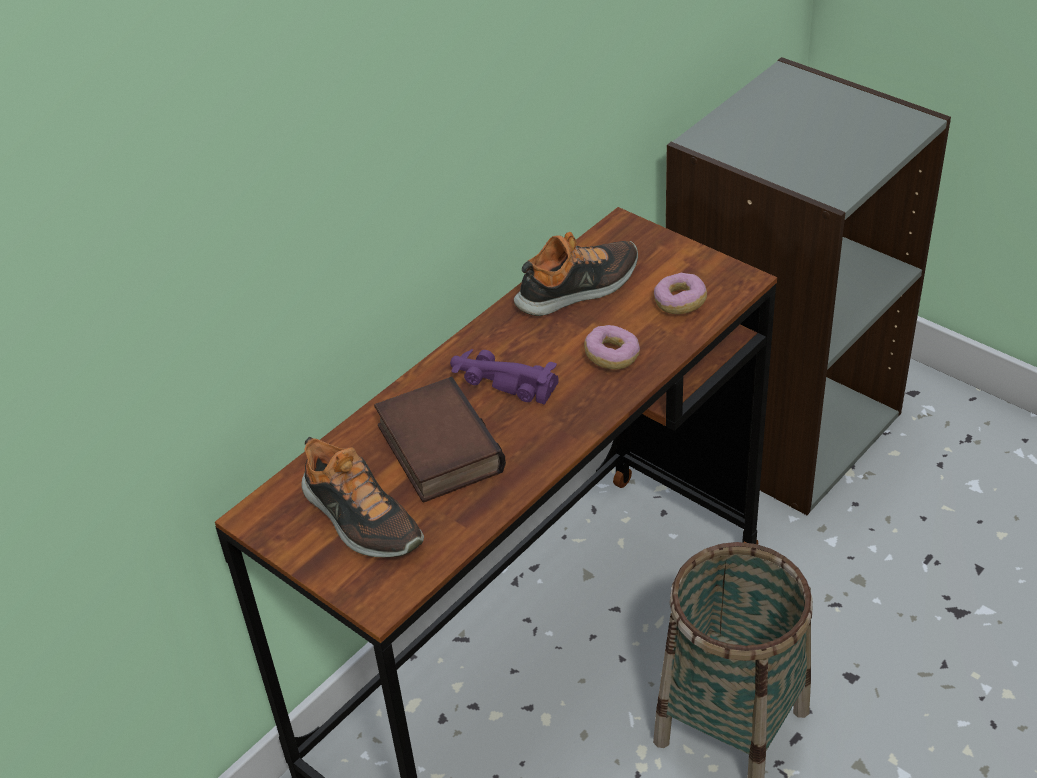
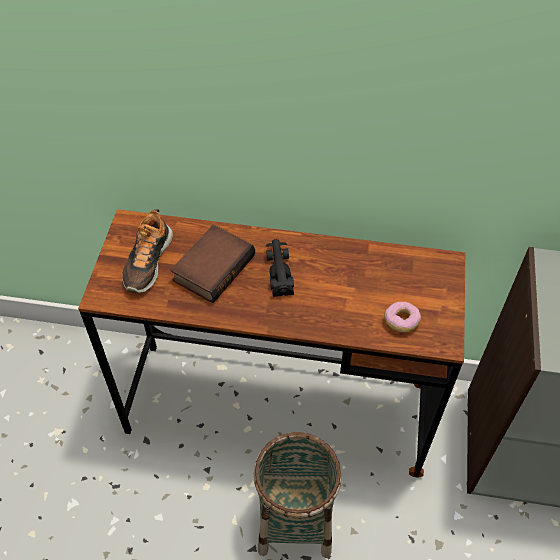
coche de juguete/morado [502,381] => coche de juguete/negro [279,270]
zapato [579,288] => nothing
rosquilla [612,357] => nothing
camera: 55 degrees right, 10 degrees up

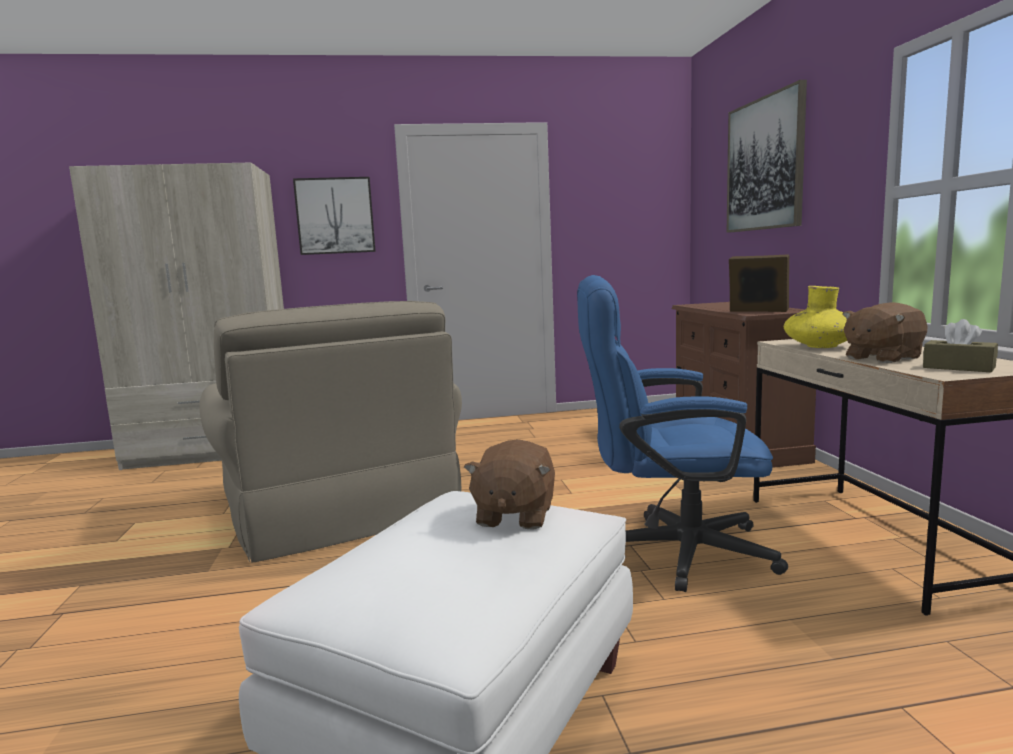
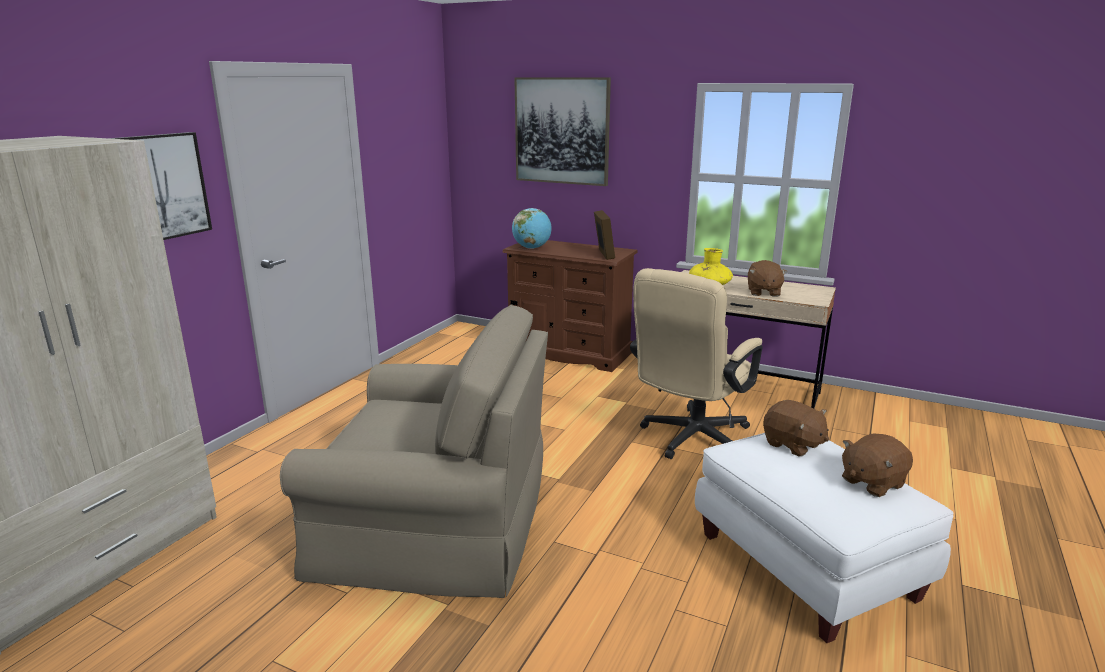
nothing => globo terráqueo [532,248]
portarretratos [757,311] => portarretratos [603,255], 105 degrees clockwise
silla de oficina/azul [670,551] => silla de oficina/beis [690,440]
nothing => peluche/marrón [871,482]
caja de pañuelos/marrón [958,367] => nothing
camera: 55 degrees left, 10 degrees up

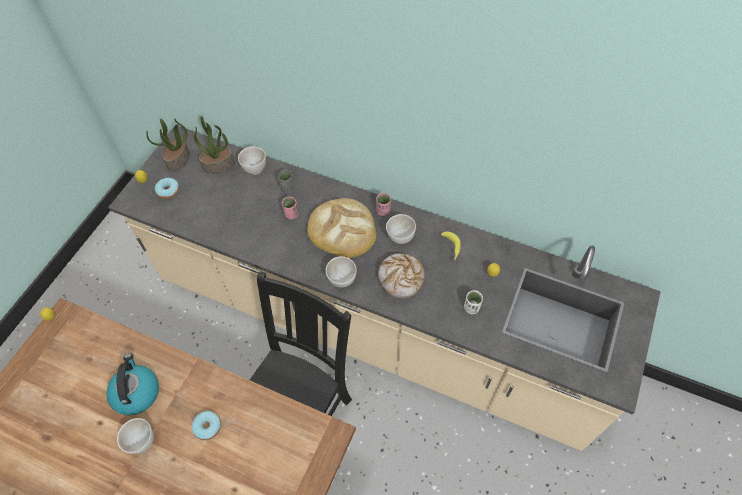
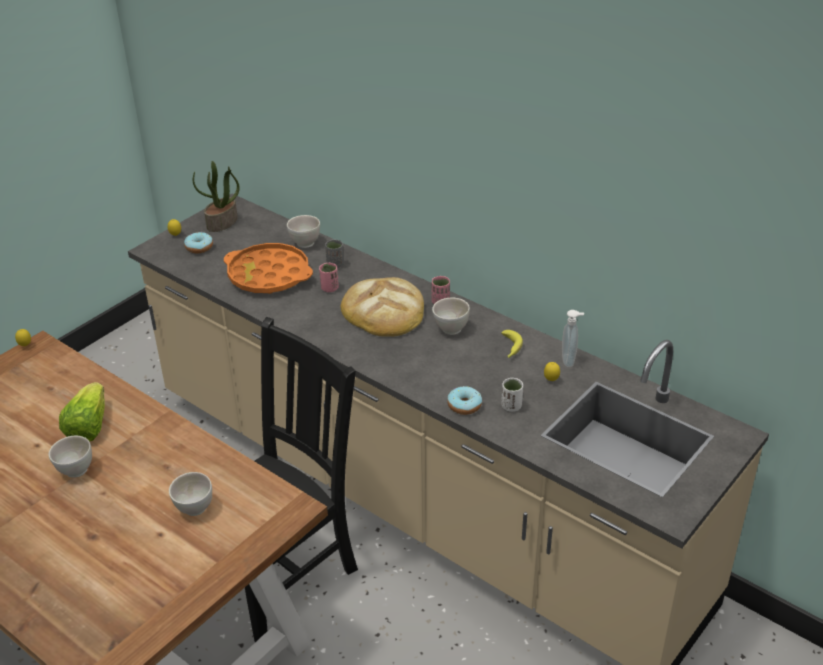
hervidor [136,392] => lechuga [88,426]
cuenco/blanco [342,280] => cuenco/blanco [194,508], relocated
nothing => bandeja/naranja [269,275]
rosquilla [207,427] => rosquilla [464,405], relocated
nothing => dispensador de jabón [569,360]
planta en maceta [219,165] => nothing
pan [401,279] => nothing
camera: 15 degrees right, 20 degrees down

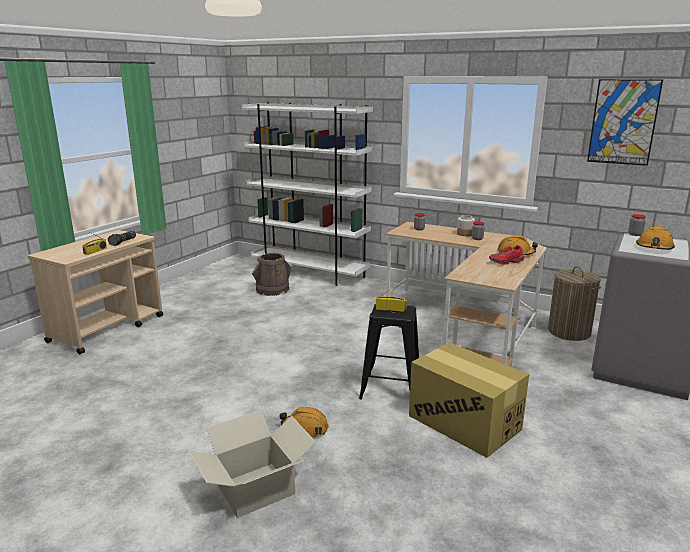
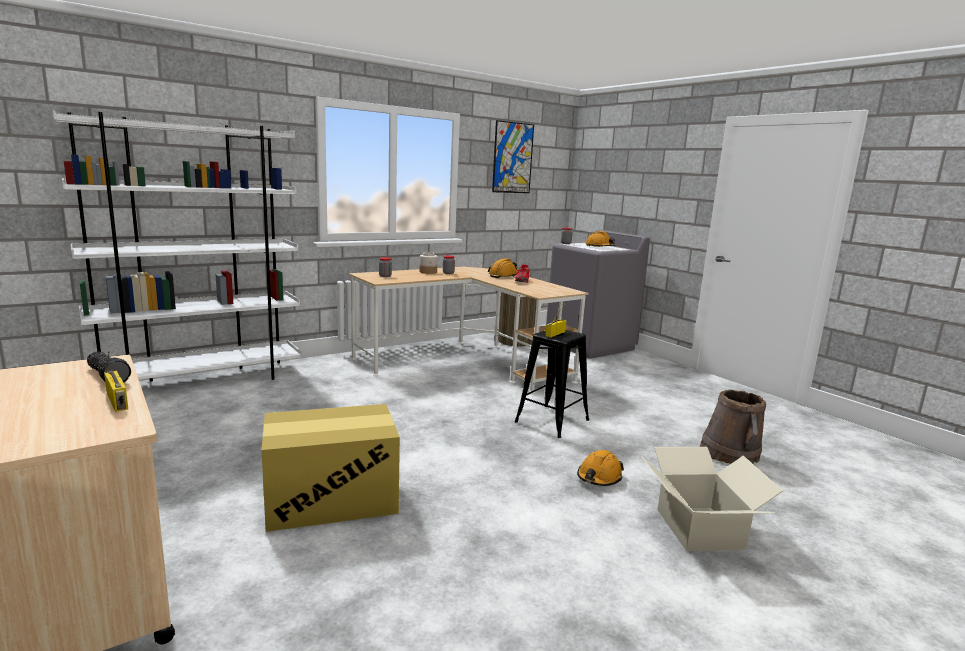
caja de cartón [464,422] => caja de cartón [331,499], relocated
cubo/marrón [272,290] => cubo/marrón [729,453], relocated
camera: 65 degrees left, 5 degrees down

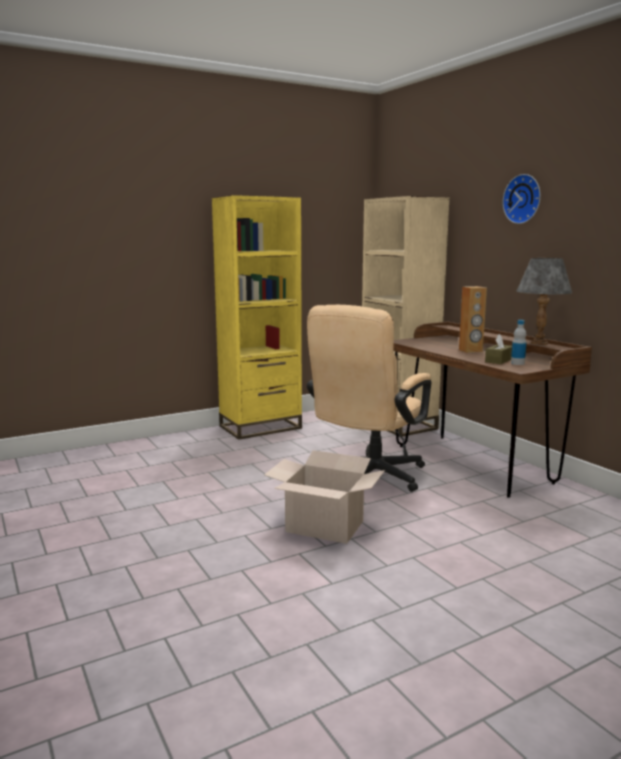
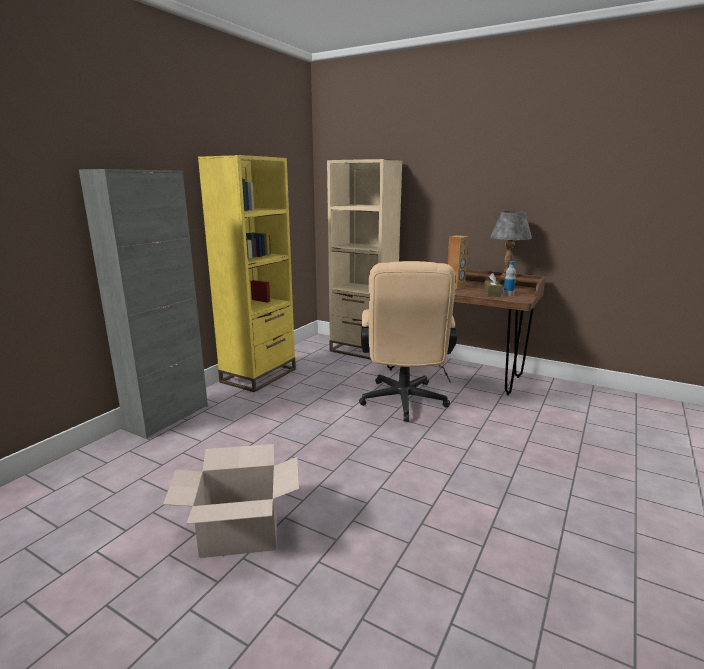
nothing => armario/gris [168,417]
caja de cartón [325,526] => caja de cartón [240,532], relocated
reloj de pared [523,199] => nothing
camera: 30 degrees left, 5 degrees up

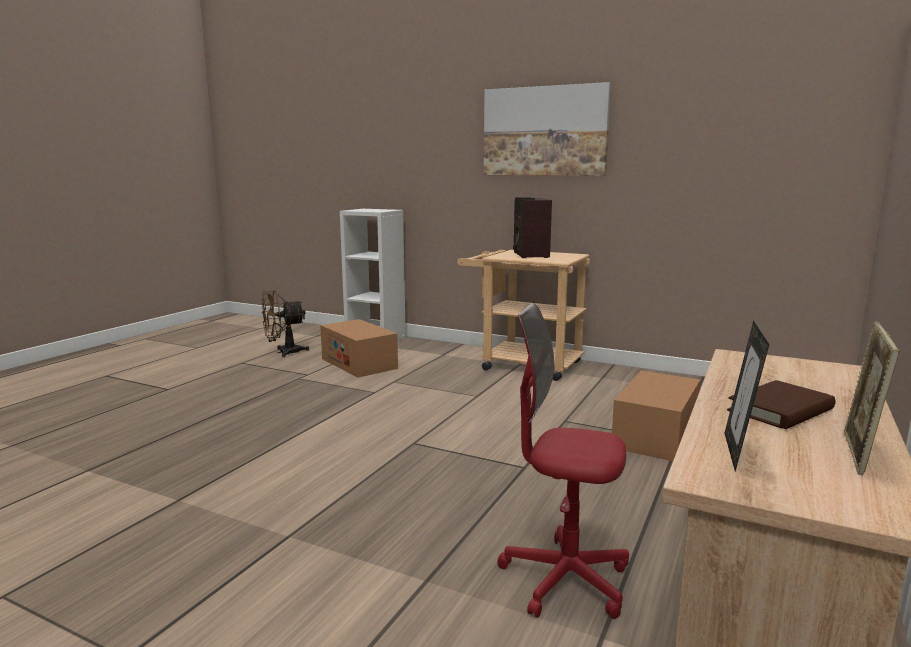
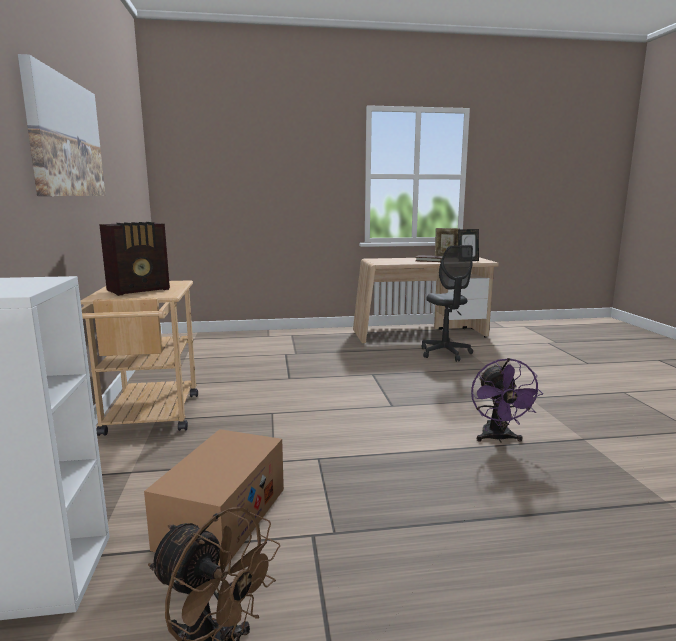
silla de oficina/rojo [564,580] => silla de oficina/gris [445,353]
nothing => ventilador/morado [498,439]
caja de cartón [655,435] => nothing
camera: 125 degrees left, 0 degrees up

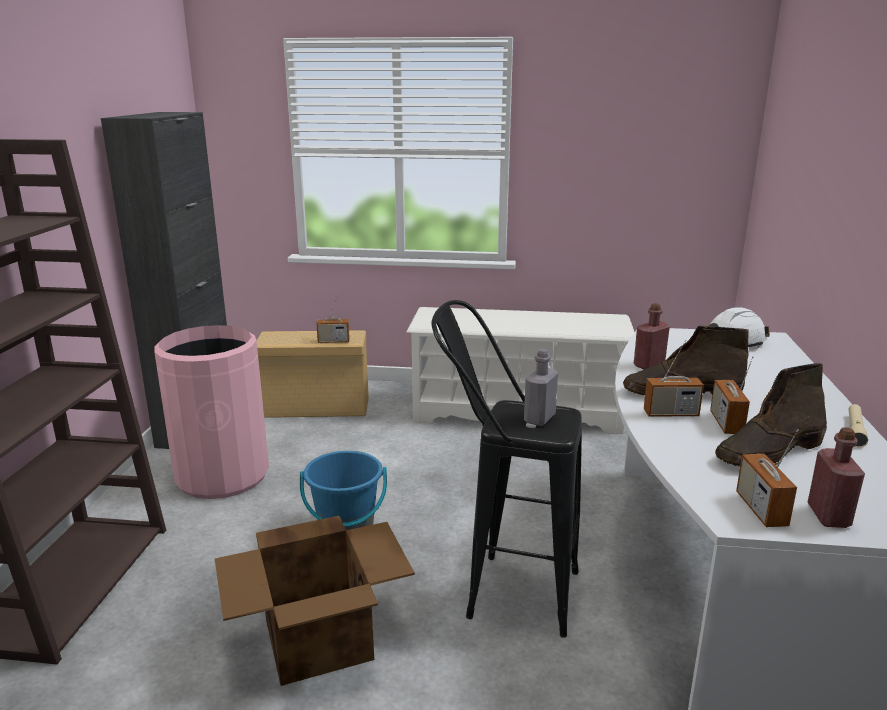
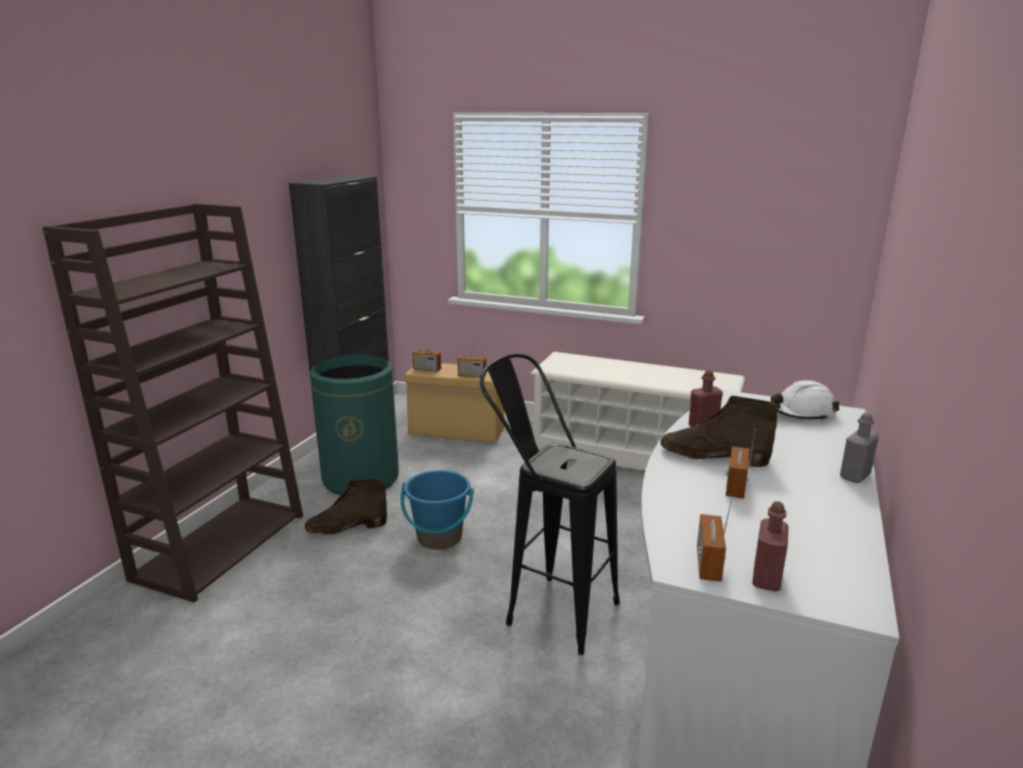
bota/marrón [769,452] => bota/marrón [346,527], relocated
papelera/rosa [222,475] => papelera/verde [361,478]
radio [671,414] => radio [427,369], relocated
botella/gris [539,418] => botella/gris [855,476], relocated
caja de cartón [320,639] => nothing
linterna/beis [855,430] => nothing
camera: 15 degrees right, 0 degrees up

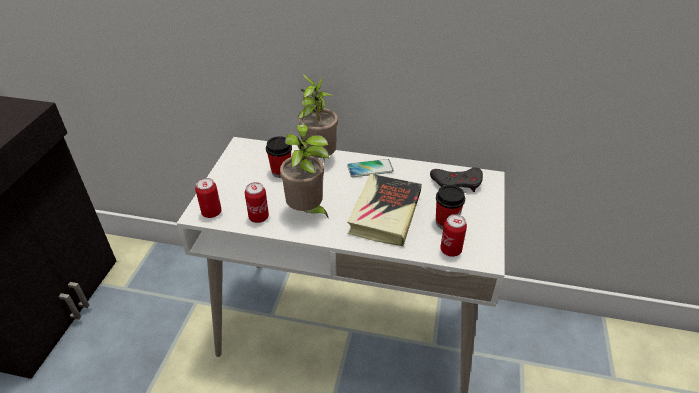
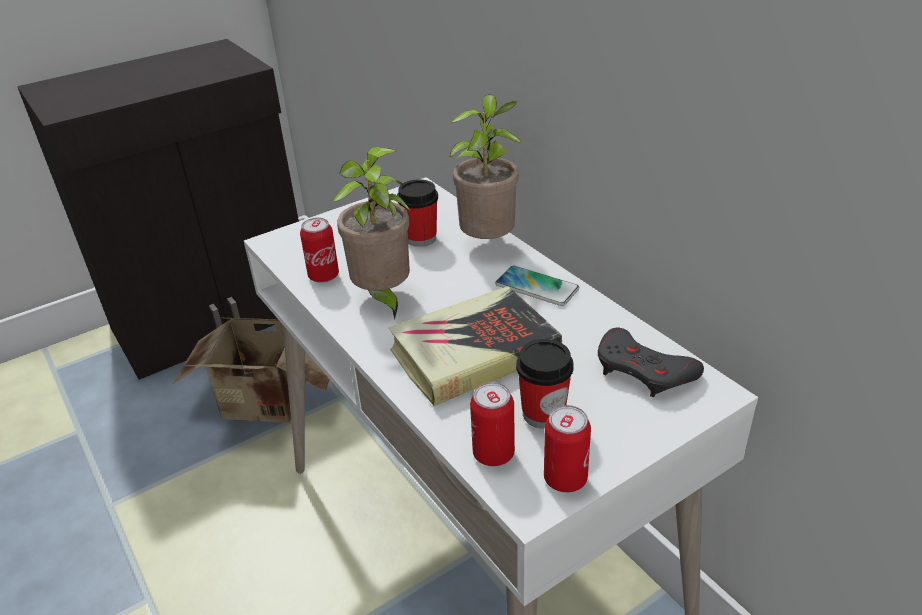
nothing => caja de cartón [267,405]
lata [211,212] => lata [565,479], relocated
camera: 45 degrees right, 5 degrees down

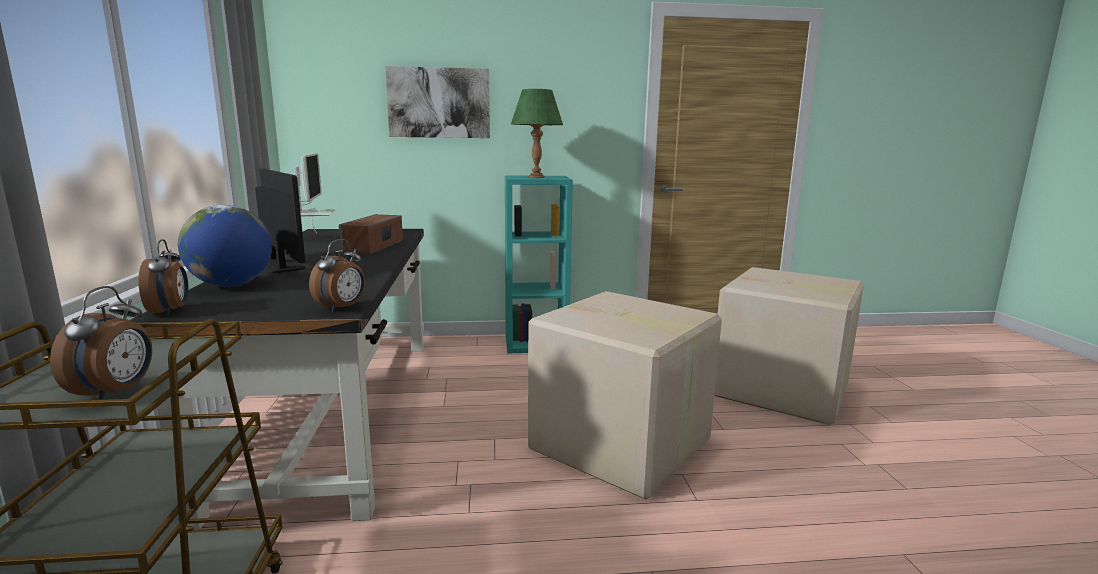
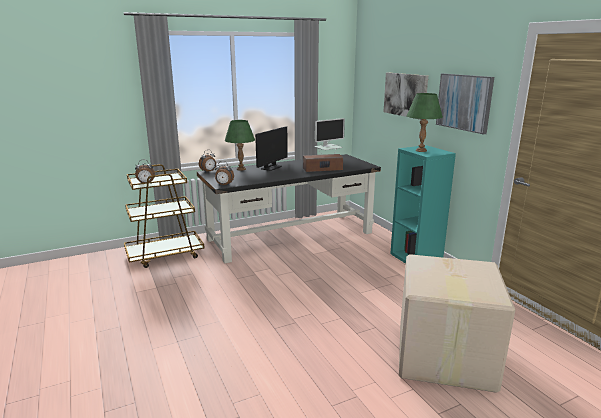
globo terráqueo [231,285] => lámpara de mesa/verde [241,169]
nothing => cuadro [464,102]
caja de cartón [621,446] => nothing
camera: 70 degrees right, 5 degrees up

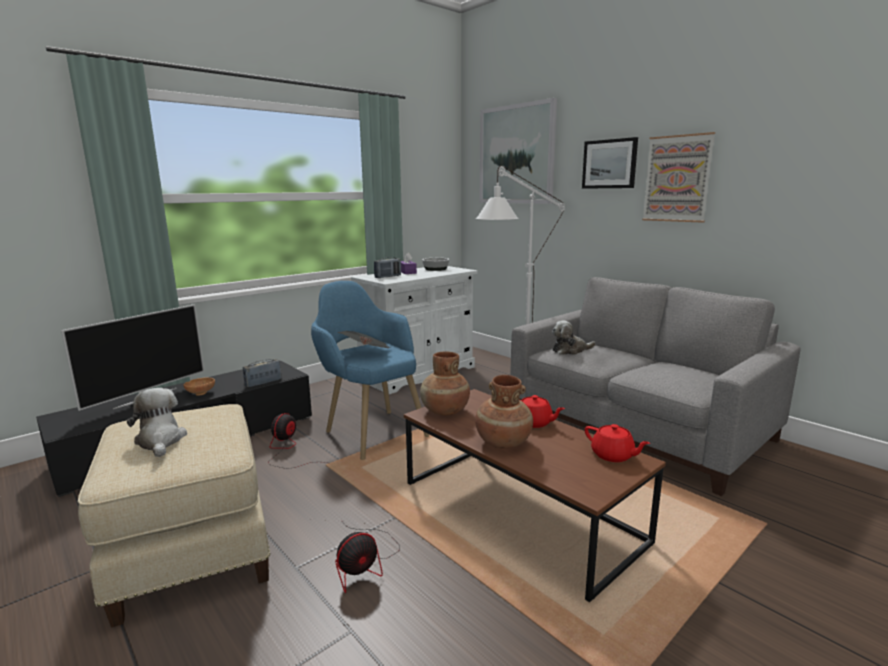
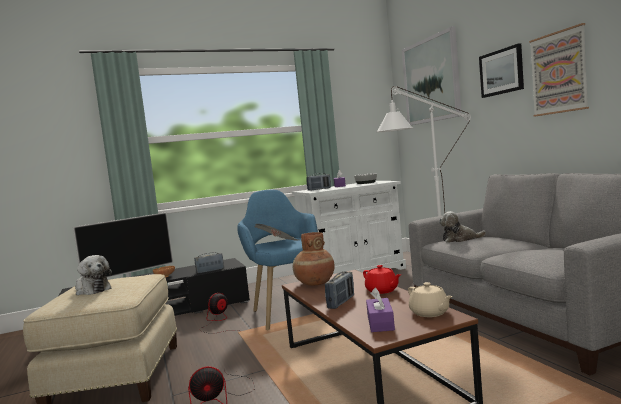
peluche [160,441] => peluche [92,290], 135 degrees clockwise
florero/marrón [503,442] => radio [341,302]
nothing => caja de pañuelos/morado [380,323]
tetera/rojo [613,455] => tetera/beis [430,313]
camera: 20 degrees right, 10 degrees down

